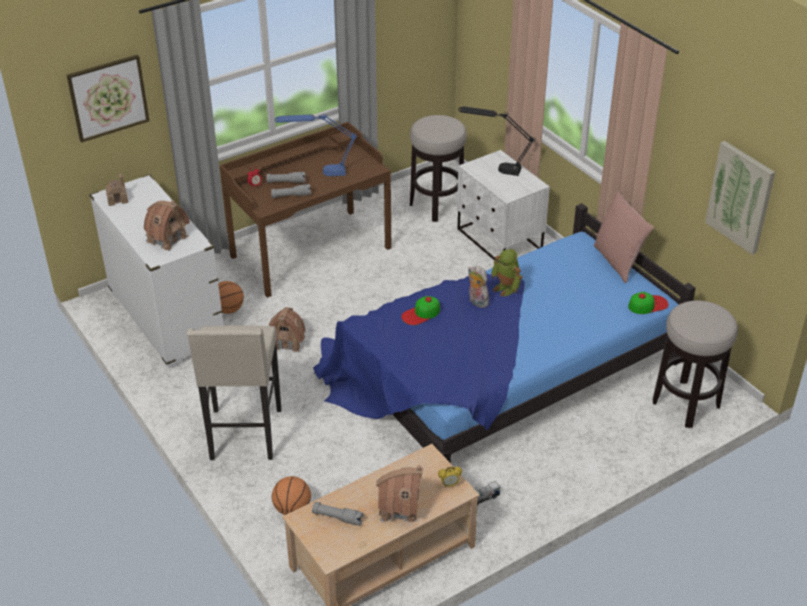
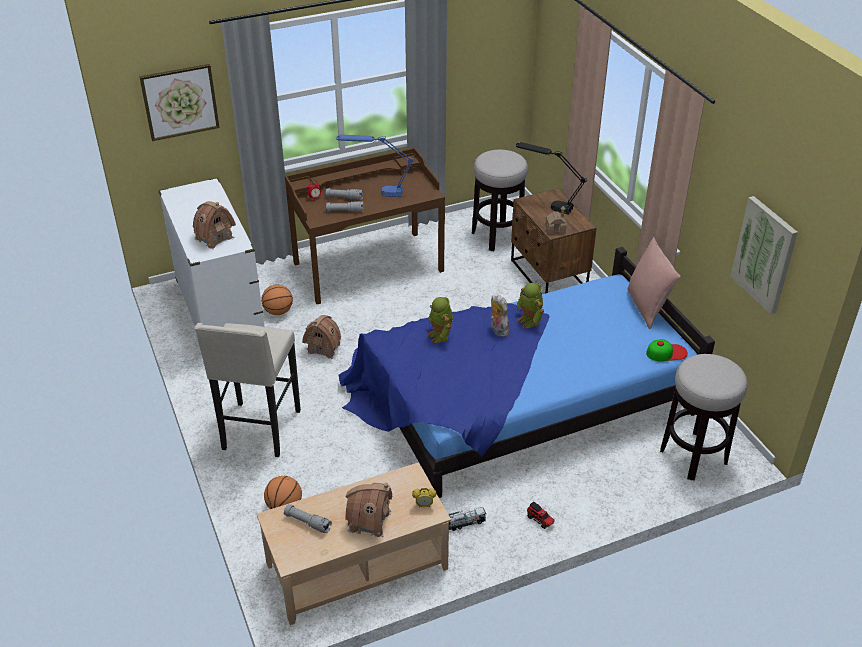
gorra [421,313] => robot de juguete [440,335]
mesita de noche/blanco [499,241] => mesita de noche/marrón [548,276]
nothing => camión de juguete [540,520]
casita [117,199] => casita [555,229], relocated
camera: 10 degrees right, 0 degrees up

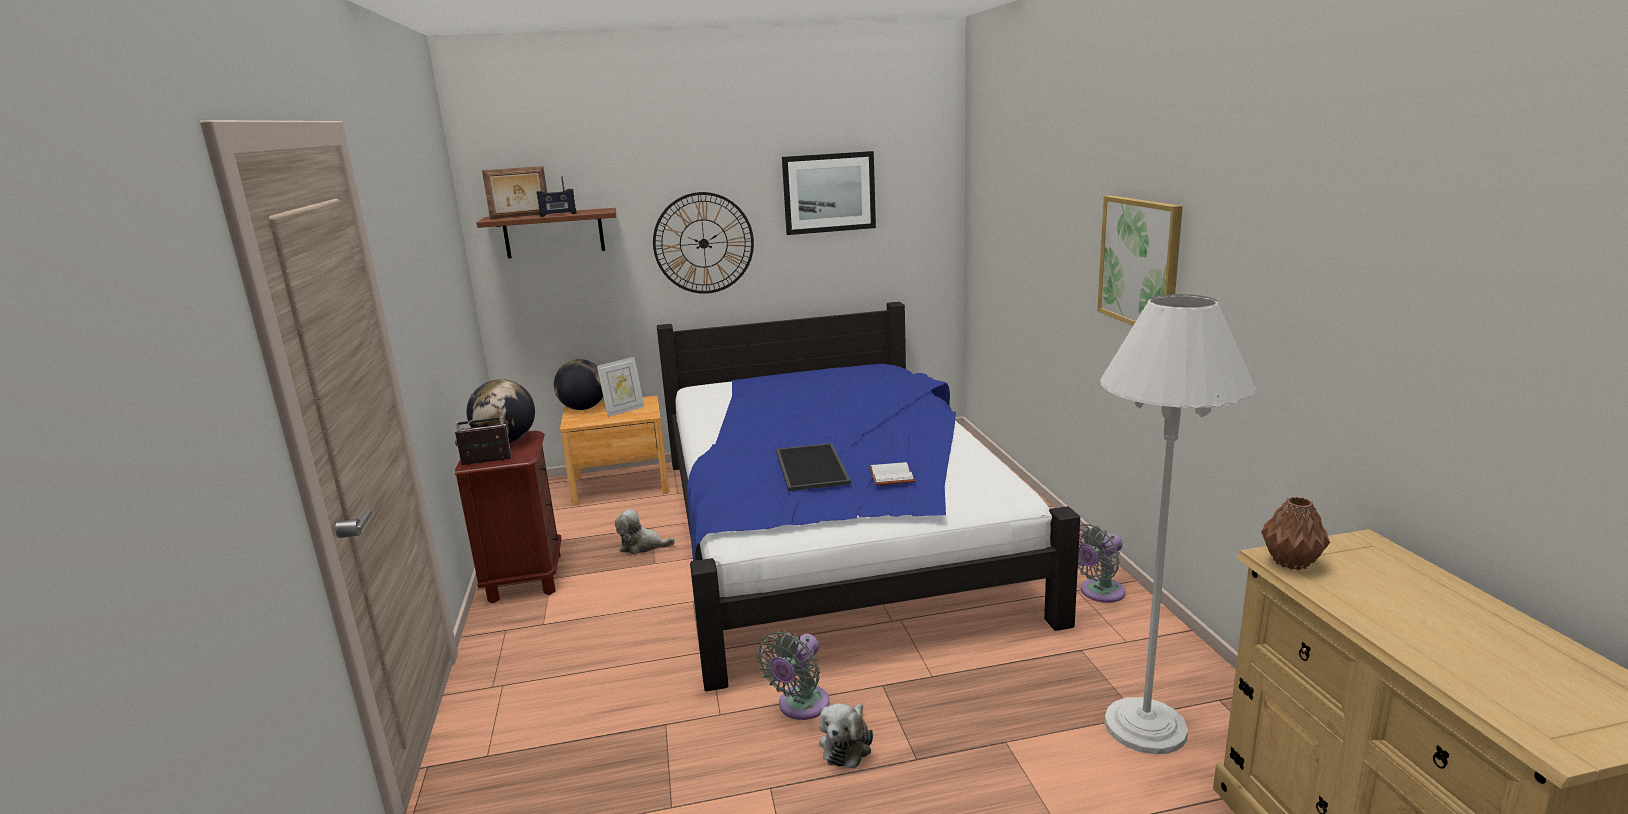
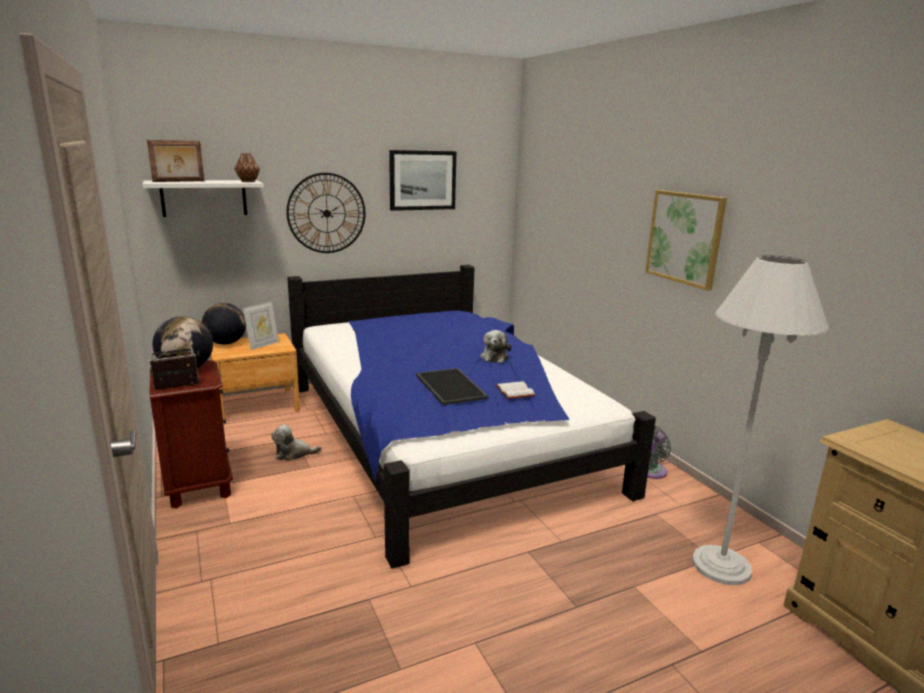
estante/marrón [554,233] => estante/blanco [204,198]
florero/marrón [1290,562] => florero/marrón [248,181], relocated
peluche [847,744] => peluche [494,357], relocated
radio [558,214] => nothing
ventilador/gris [800,706] => nothing
camera: 15 degrees left, 0 degrees up

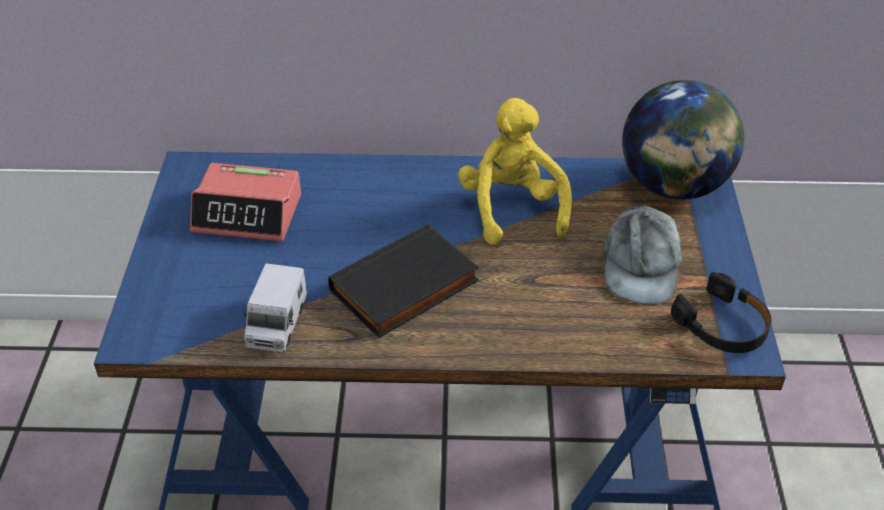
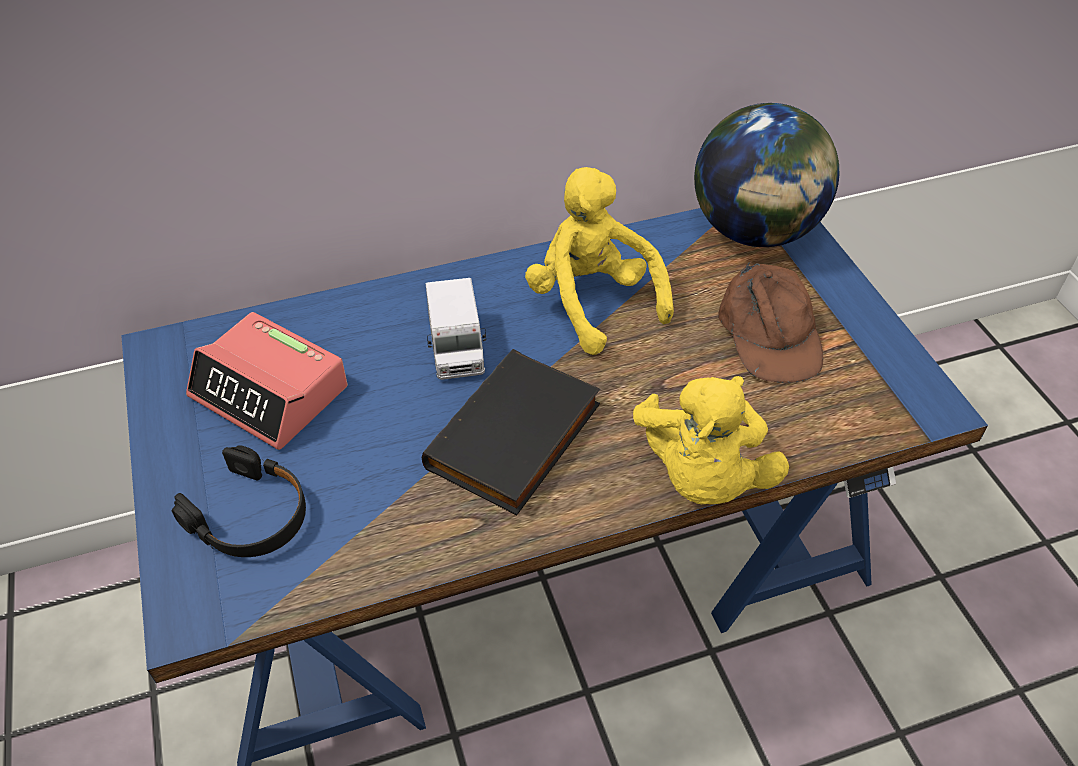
auriculares/negro [723,325] => auriculares/negro [250,515], relocated
despertador [248,213] => despertador [270,392], 45 degrees clockwise
camión de juguete [277,323] => camión de juguete [456,347], relocated
nothing => peluche/amarillo [701,475]
gorra/gris [640,265] => gorra/marrón [769,334]
camera: 20 degrees left, 5 degrees up

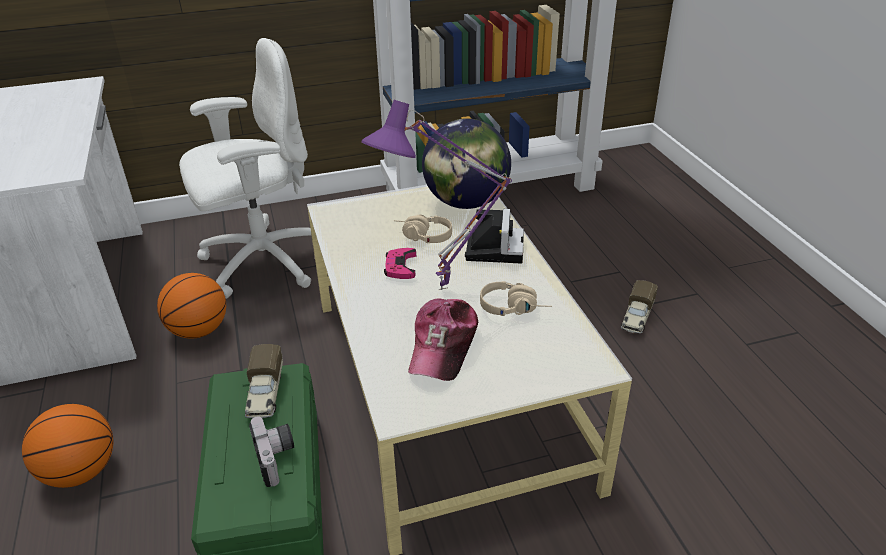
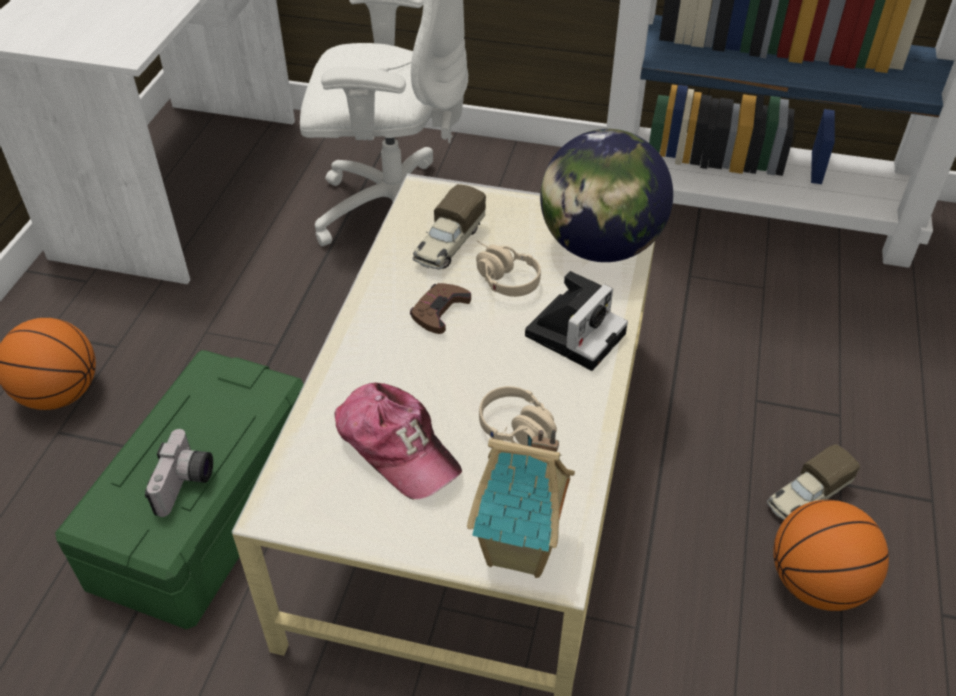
gorra [443,346] => gorra [396,446], 90 degrees counterclockwise
mando de consola/rosa [400,267] => mando de consola/marrón [439,311]
camión de juguete [265,394] => camión de juguete [448,244], relocated
nothing => casita [521,550]
balón de baloncesto [199,330] => balón de baloncesto [816,583], relocated
lámpara de mesa/morado [444,291] => nothing
camera: 30 degrees right, 10 degrees up

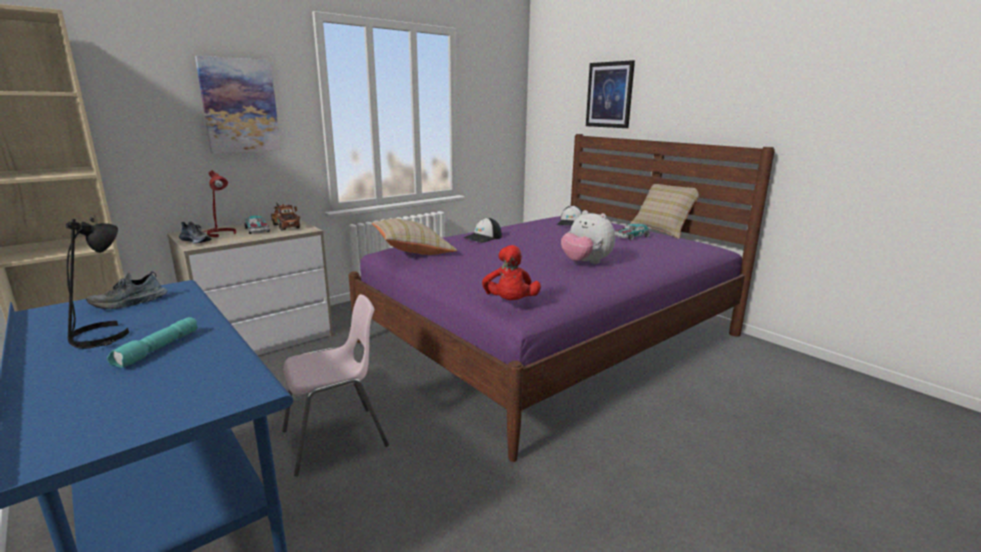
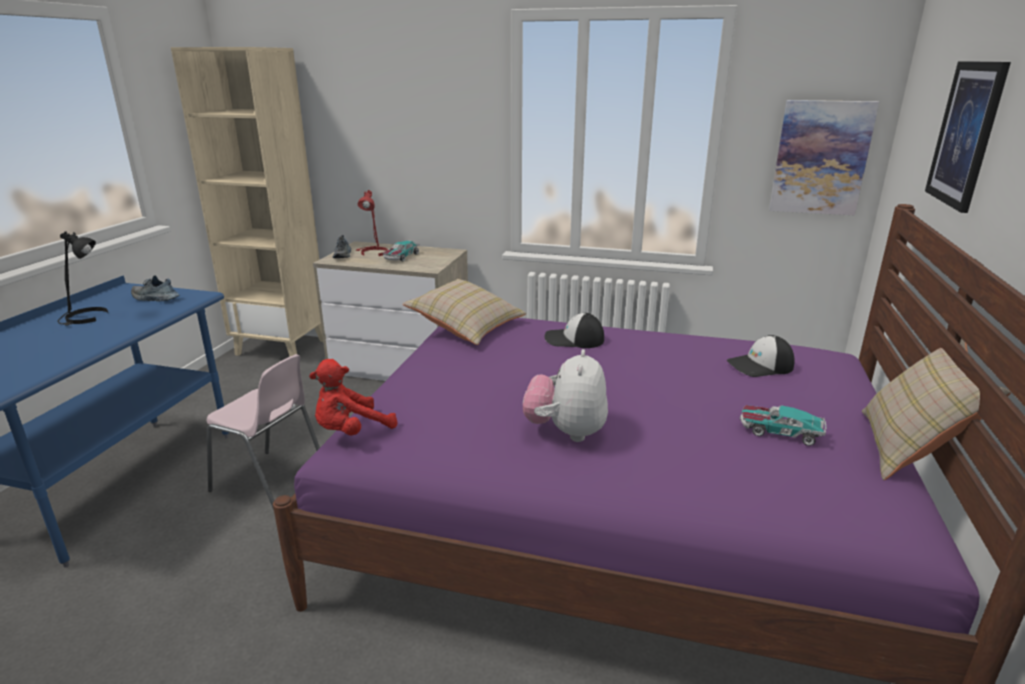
cuadro [240,106] => cuadro [820,158], relocated
linterna/turquesa [158,349] => nothing
camión de juguete [285,225] => nothing
camera: 55 degrees right, 5 degrees up

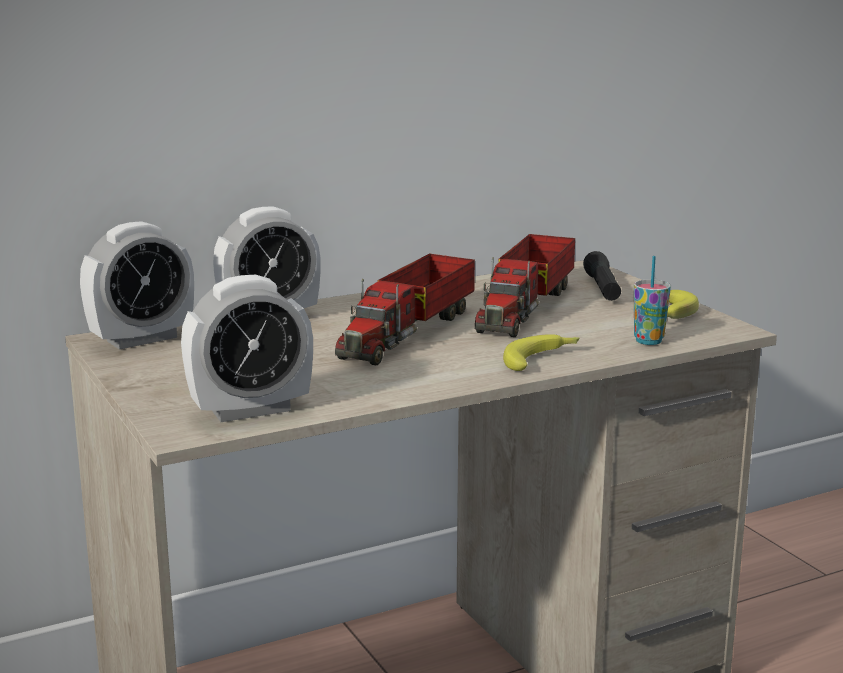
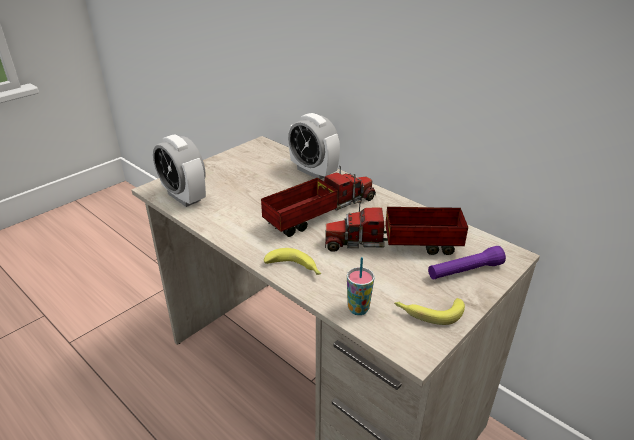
camión de juguete [409,331] => camión de juguete [319,214], 135 degrees clockwise
linterna/negro [602,289] => linterna/morado [464,271]
despertador [142,339] => nothing
camera: 70 degrees right, 15 degrees up

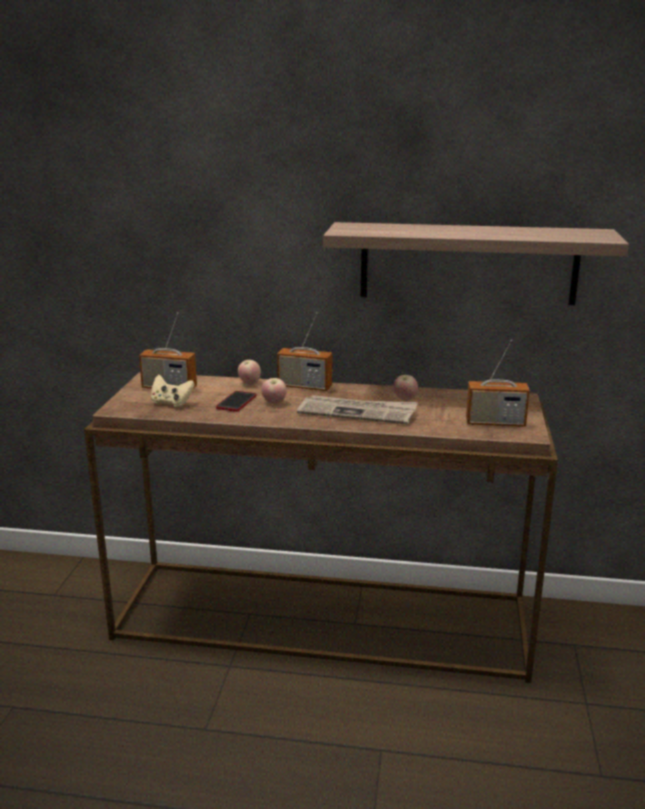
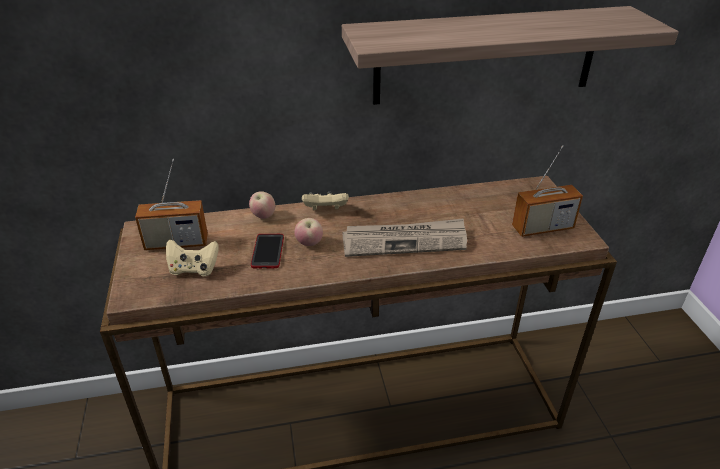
radio [304,387] => mando de consola/beis [325,210]
manzana [405,399] => nothing
camera: 20 degrees left, 15 degrees up

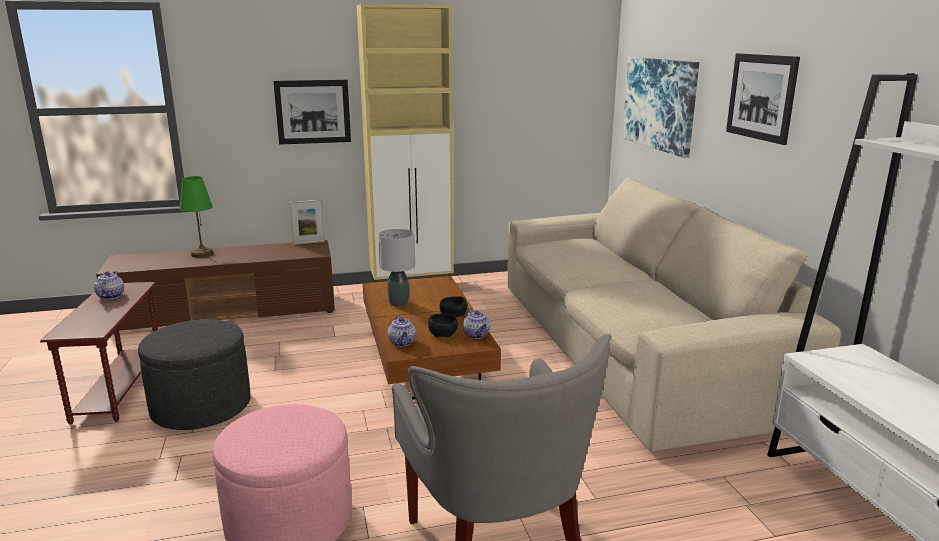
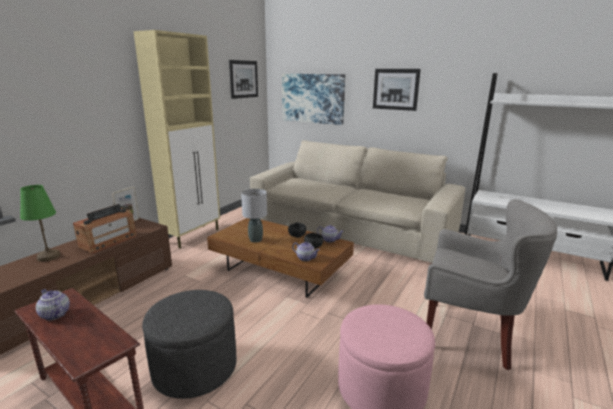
nothing => radio [108,241]
cuadro [313,111] => cuadro [243,79], relocated
camera: 45 degrees left, 0 degrees up

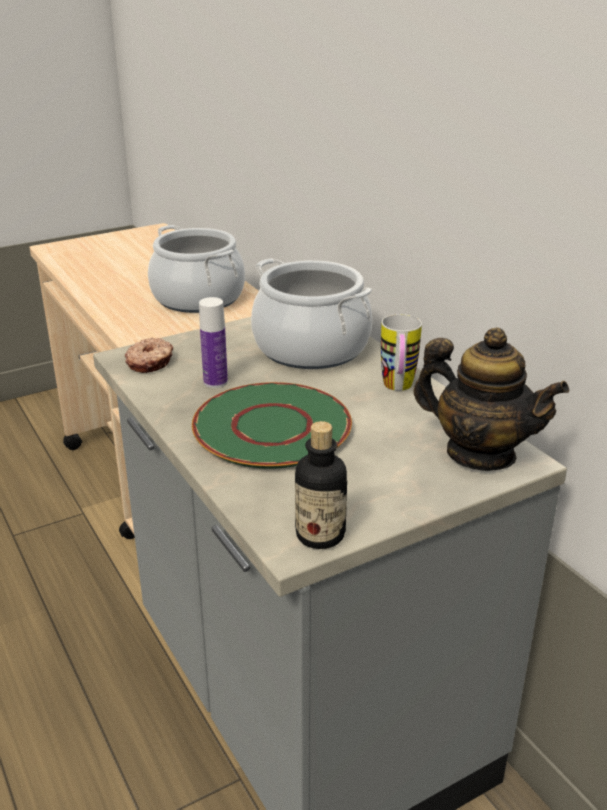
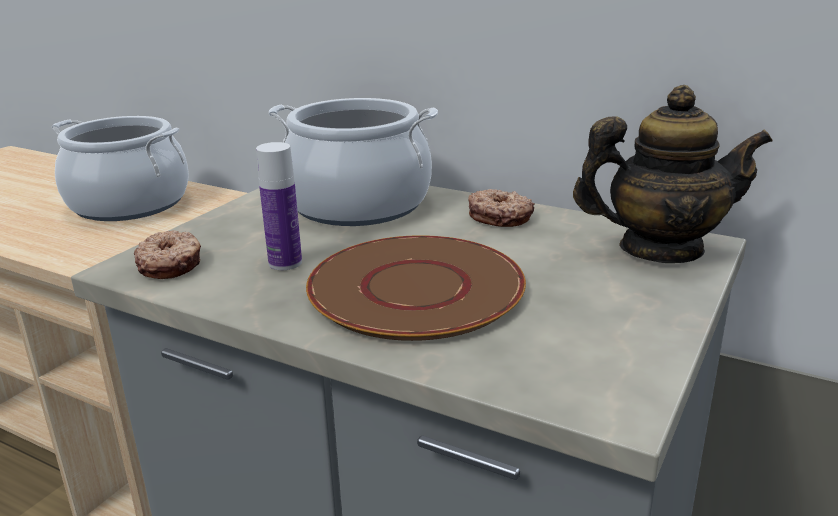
plato/verde [271,427] => plato/marrón [414,288]
taza grande [398,389] => rosquilla [499,217]
botella [320,535] => nothing
camera: 30 degrees left, 5 degrees down

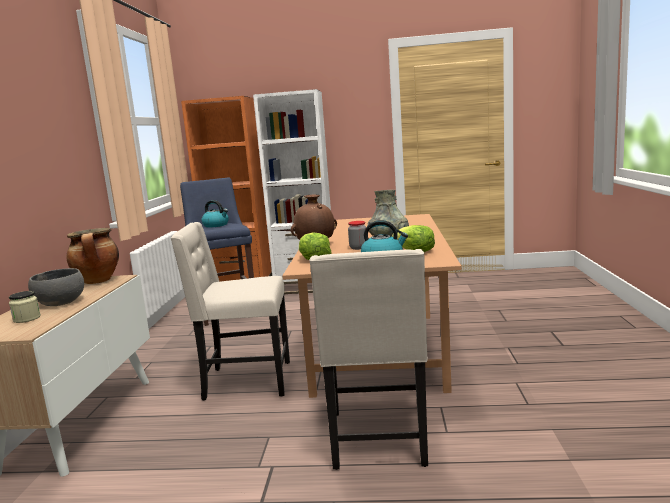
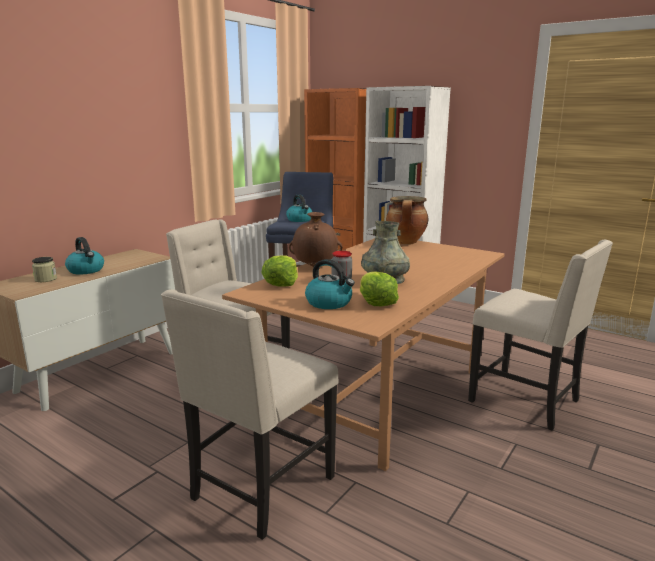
cuenco/gris [60,302] => hervidor [86,270]
olla [98,281] => olla [406,242], relocated
nothing => silla/beis [526,401]
camera: 30 degrees right, 5 degrees up

